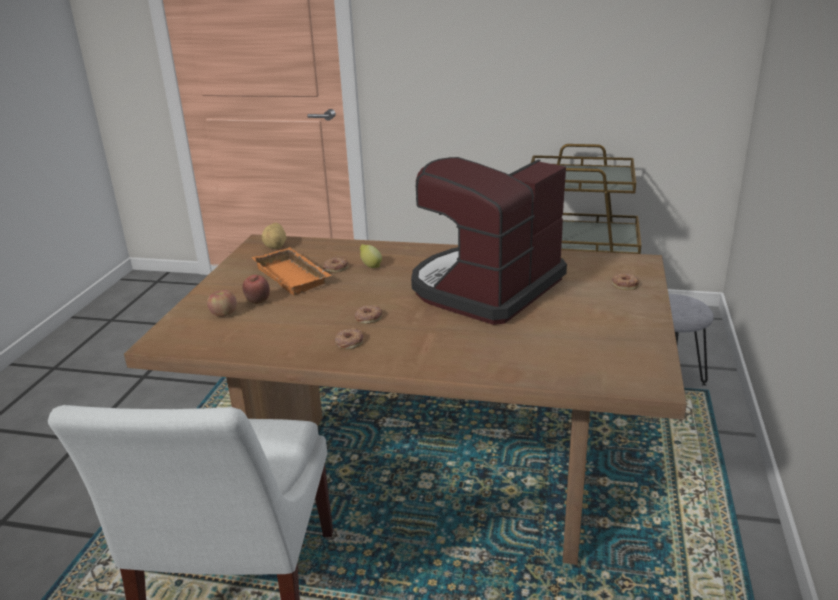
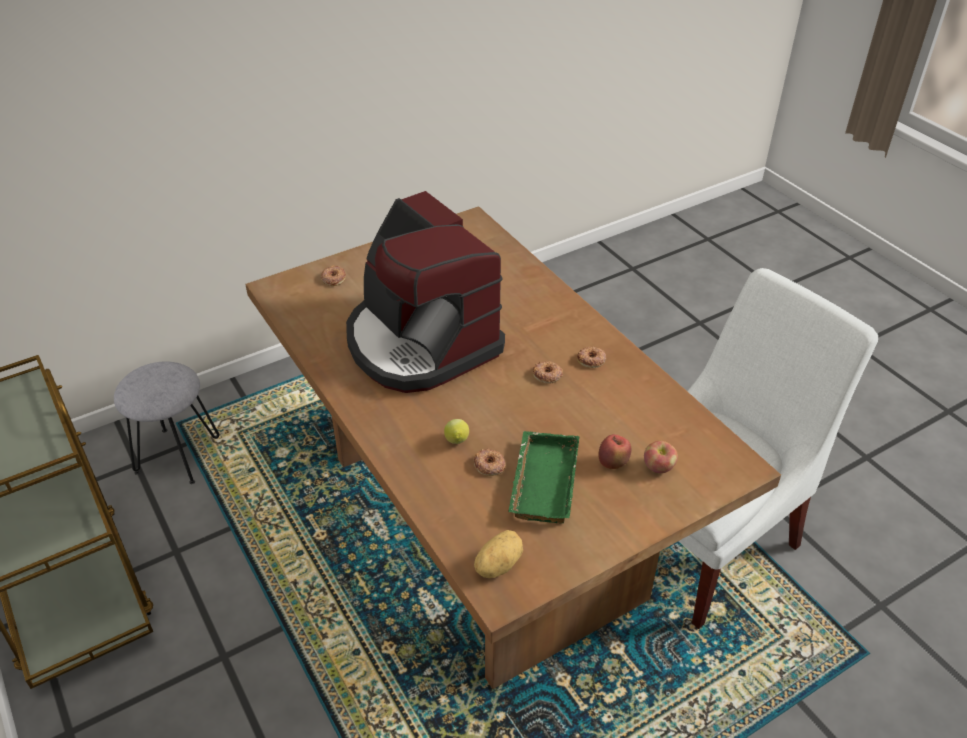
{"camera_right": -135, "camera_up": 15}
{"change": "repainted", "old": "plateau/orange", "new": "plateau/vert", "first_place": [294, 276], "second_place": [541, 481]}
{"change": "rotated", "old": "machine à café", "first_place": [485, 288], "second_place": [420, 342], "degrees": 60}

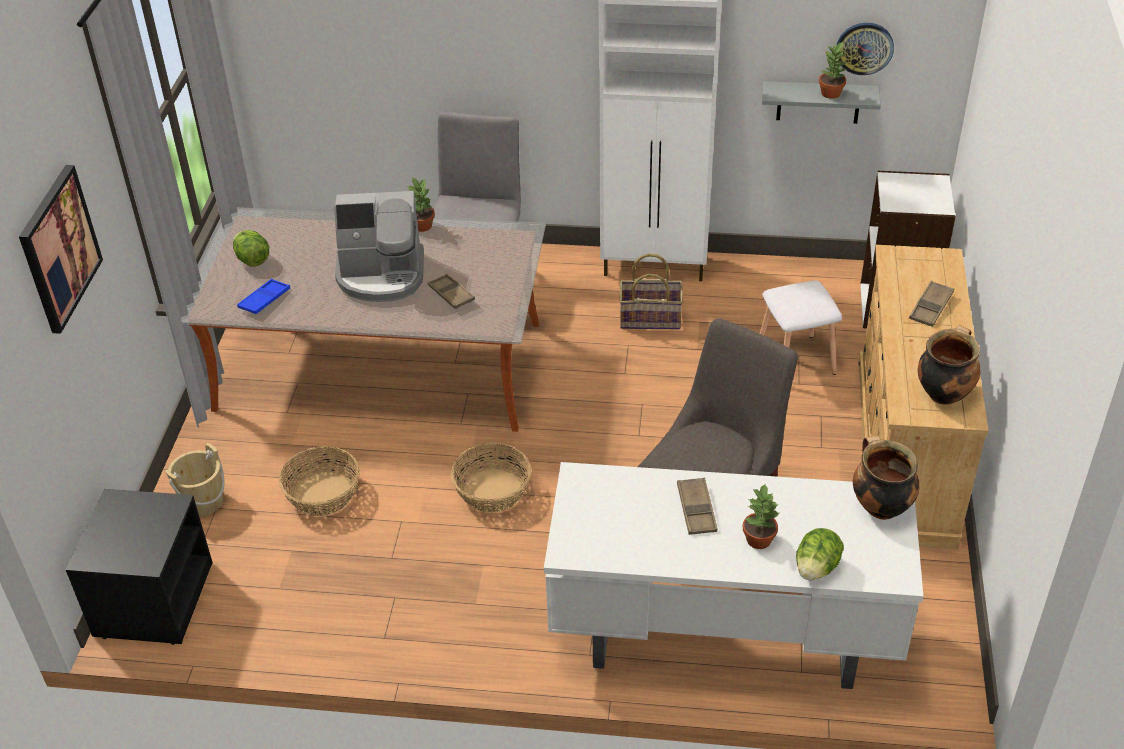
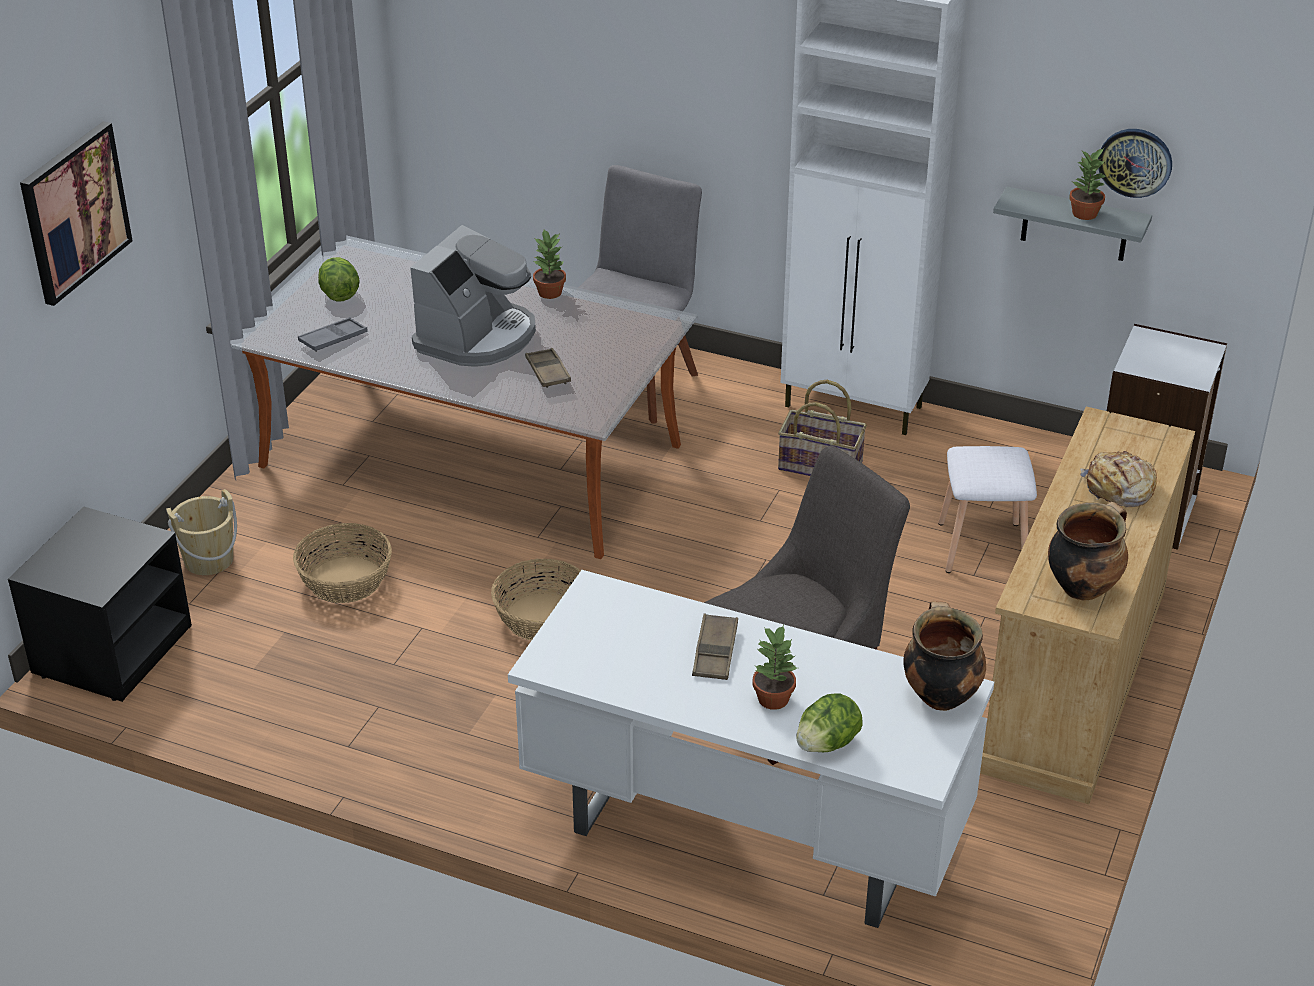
{"camera_right": 15, "camera_up": -5}
{"change": "repainted", "old": "plateau/bleu", "new": "plateau/gris", "first_place": [264, 300], "second_place": [333, 339]}
{"change": "rotated", "old": "machine à café", "first_place": [381, 275], "second_place": [477, 337], "degrees": -75}
{"change": "swapped", "old": "plateau/marron", "new": "pain", "first_place": [931, 307], "second_place": [1118, 489]}

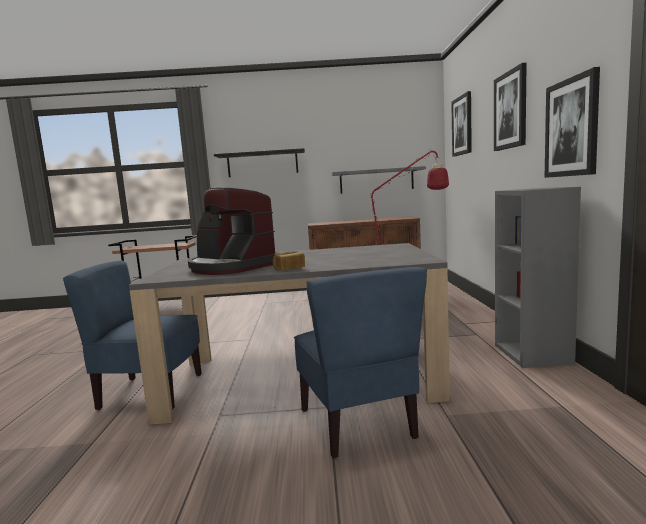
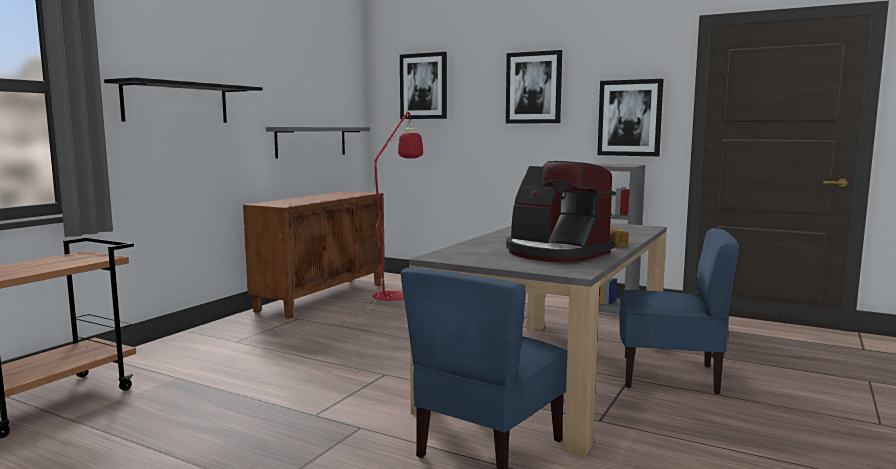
{"camera_right": -60, "camera_up": 0}
{"change": "rotated", "old": "machine à café", "first_place": [231, 267], "second_place": [555, 253], "degrees": 60}

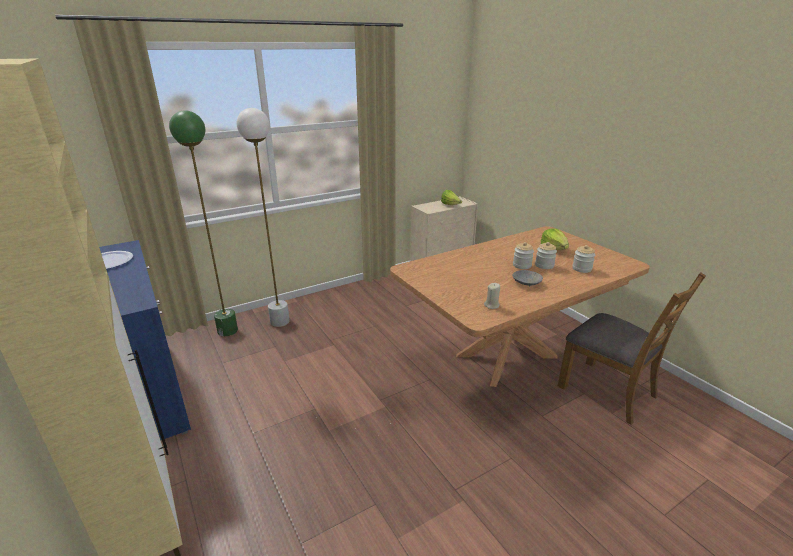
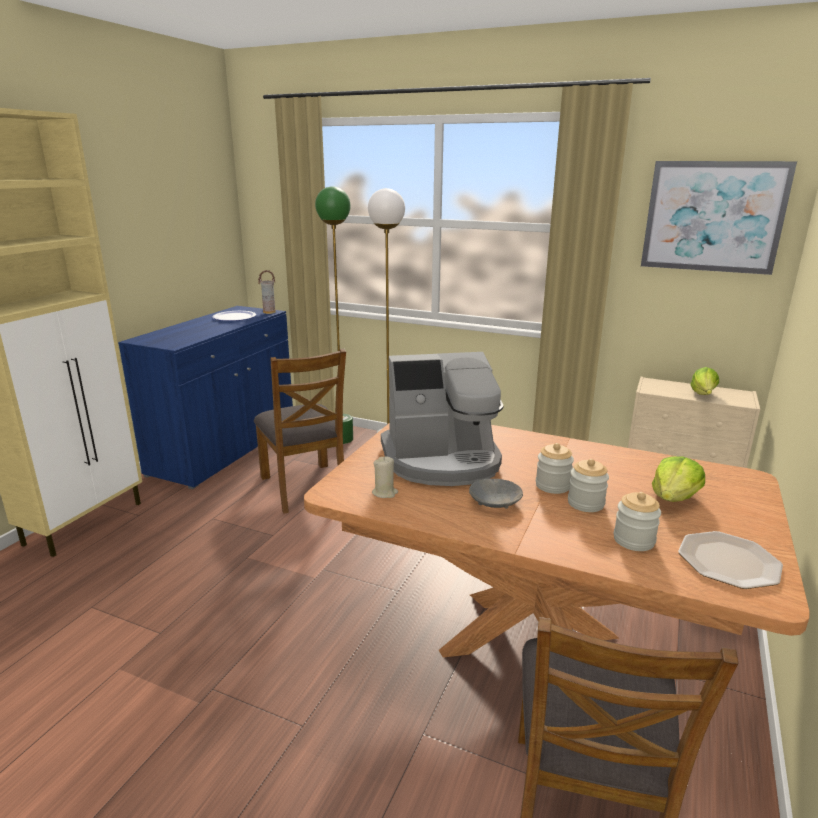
{"camera_right": 55, "camera_up": -5}
{"change": "new", "new": "chaise/marron", "second_place": [305, 487]}
{"change": "new", "new": "vase", "second_place": [269, 312]}
{"change": "new", "new": "machine à café", "second_place": [442, 460]}
{"change": "new", "new": "tableau", "second_place": [713, 217]}
{"change": "new", "new": "assiette", "second_place": [727, 561]}

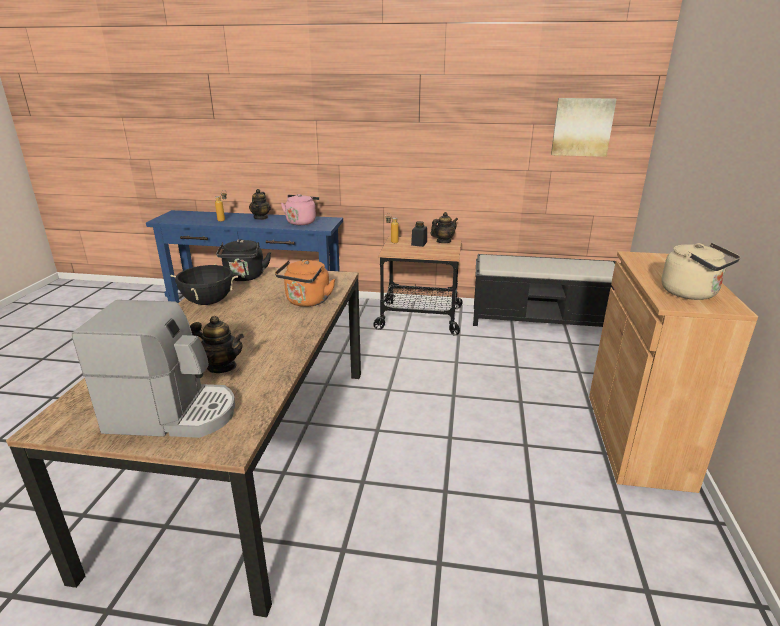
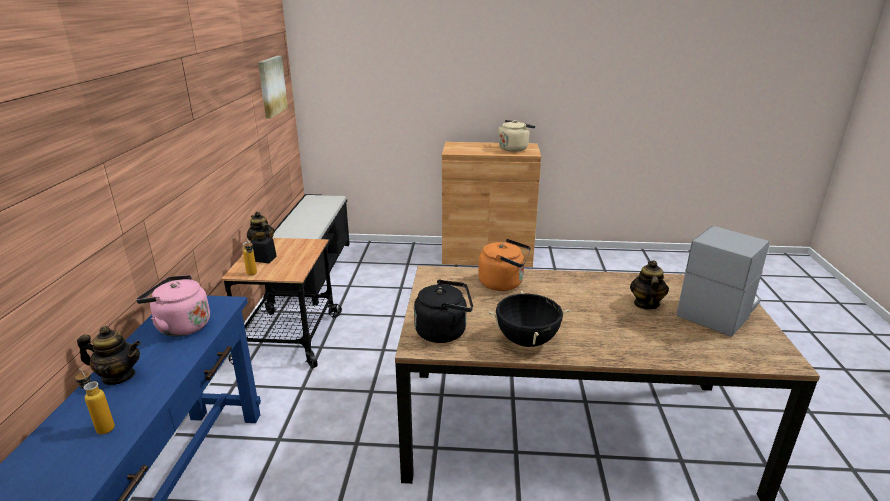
{"camera_right": -95, "camera_up": 0}
{"change": "rotated", "old": "machine à café", "first_place": [173, 414], "second_place": [719, 309], "degrees": 45}

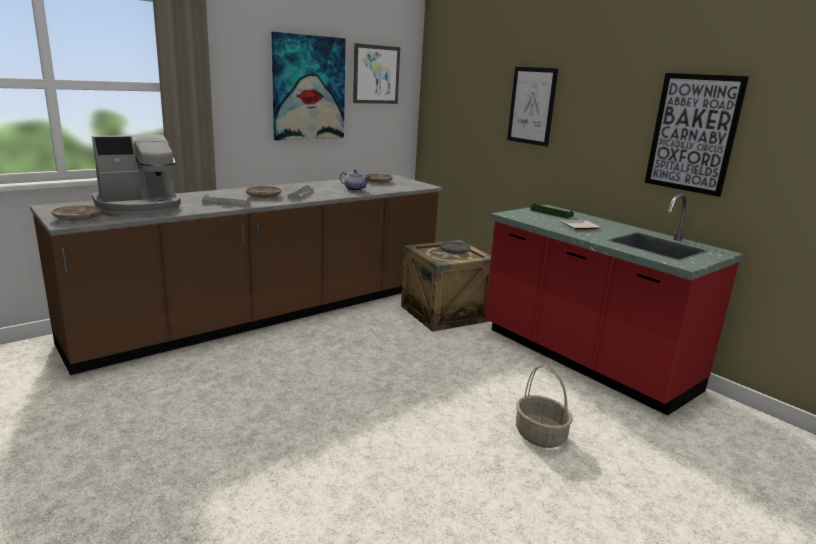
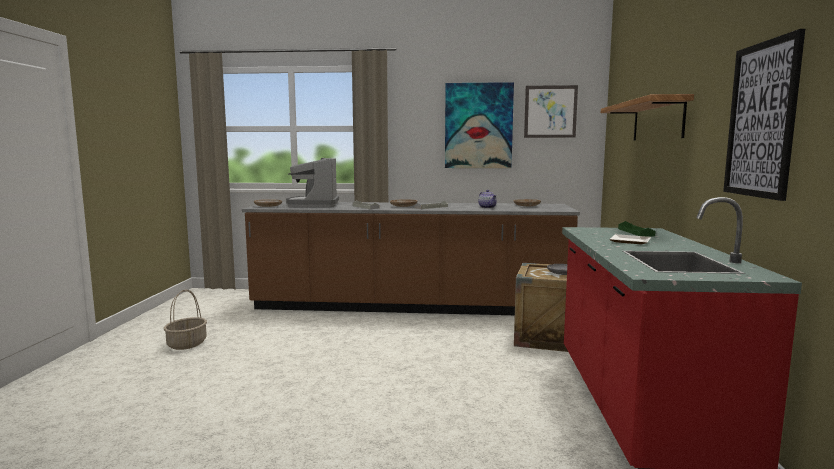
{"camera_right": 45, "camera_up": -10}
{"change": "rotated", "old": "machine à café", "first_place": [139, 206], "second_place": [314, 205], "degrees": 75}
{"change": "swapped", "old": "tableau", "new": "étagère", "first_place": [532, 106], "second_place": [657, 120]}
{"change": "shifted", "old": "panier", "first_place": [540, 435], "second_place": [187, 344]}

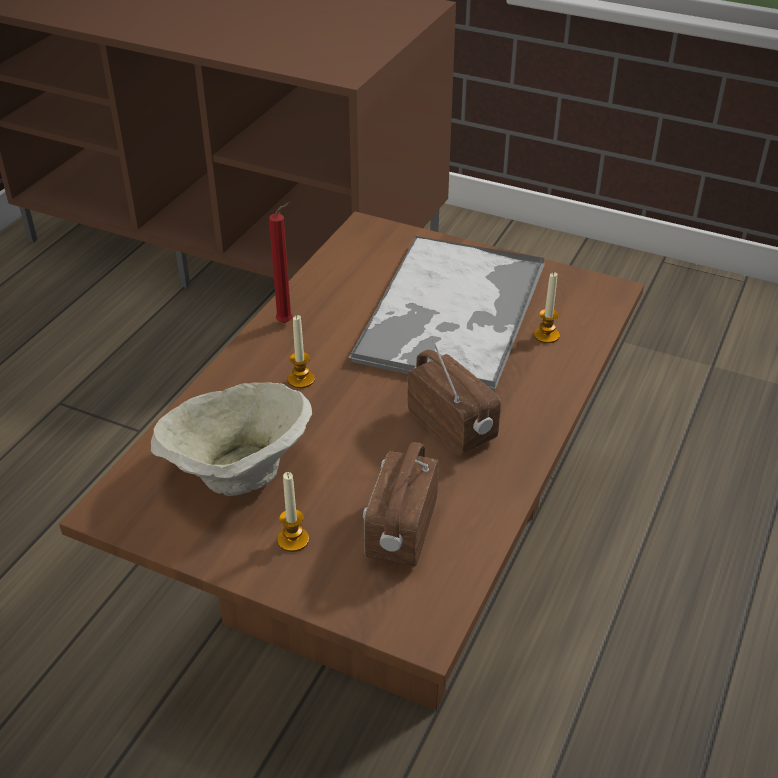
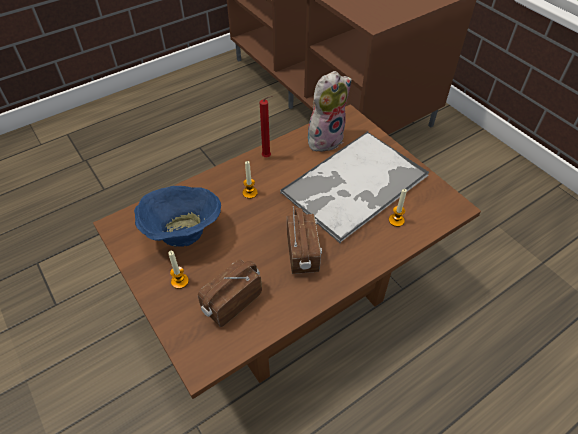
{"camera_right": 30, "camera_up": 10}
{"change": "repainted", "old": "bol/beige", "new": "bol/bleu", "first_place": [237, 473], "second_place": [182, 232]}
{"change": "new", "new": "peluche", "second_place": [325, 138]}

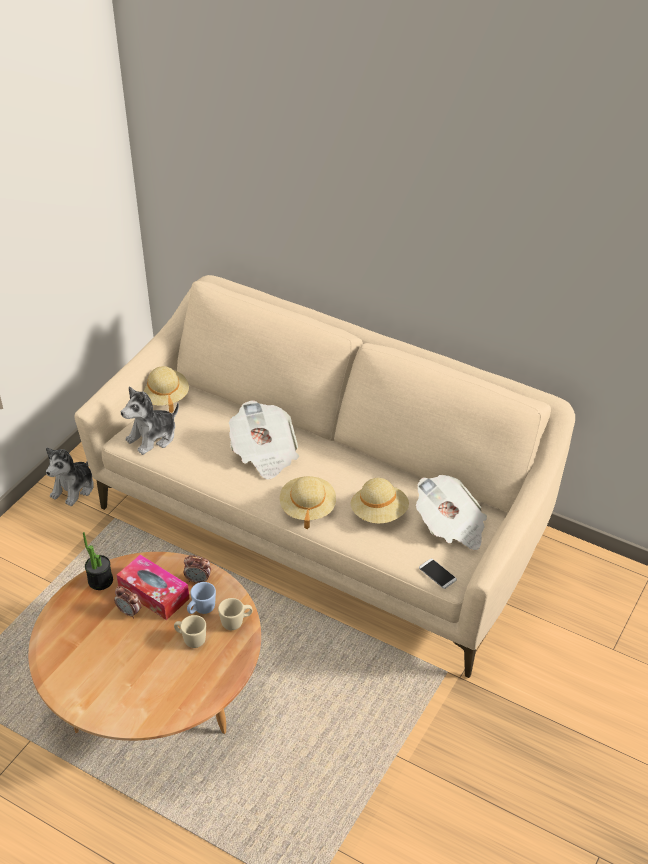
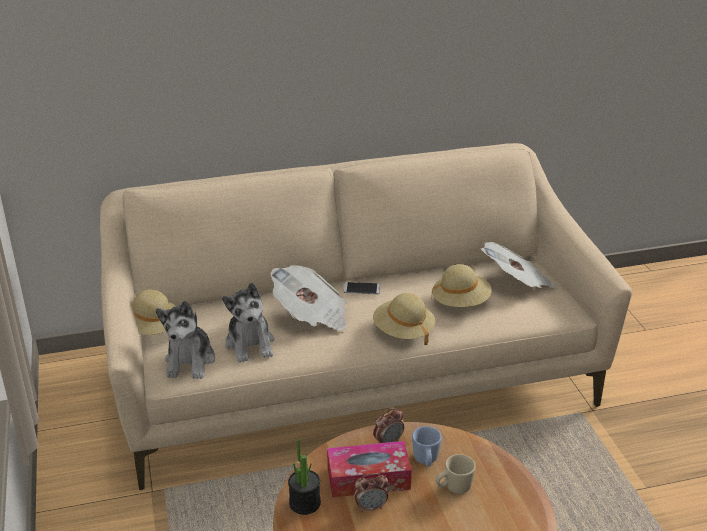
{"camera_right": -45, "camera_up": -10}
{"change": "shifted", "old": "peluche", "first_place": [74, 488], "second_place": [250, 344]}
{"change": "gone", "old": "mug/beige", "first_place": [236, 622]}
{"change": "shifted", "old": "téléphone", "first_place": [437, 574], "second_place": [362, 289]}

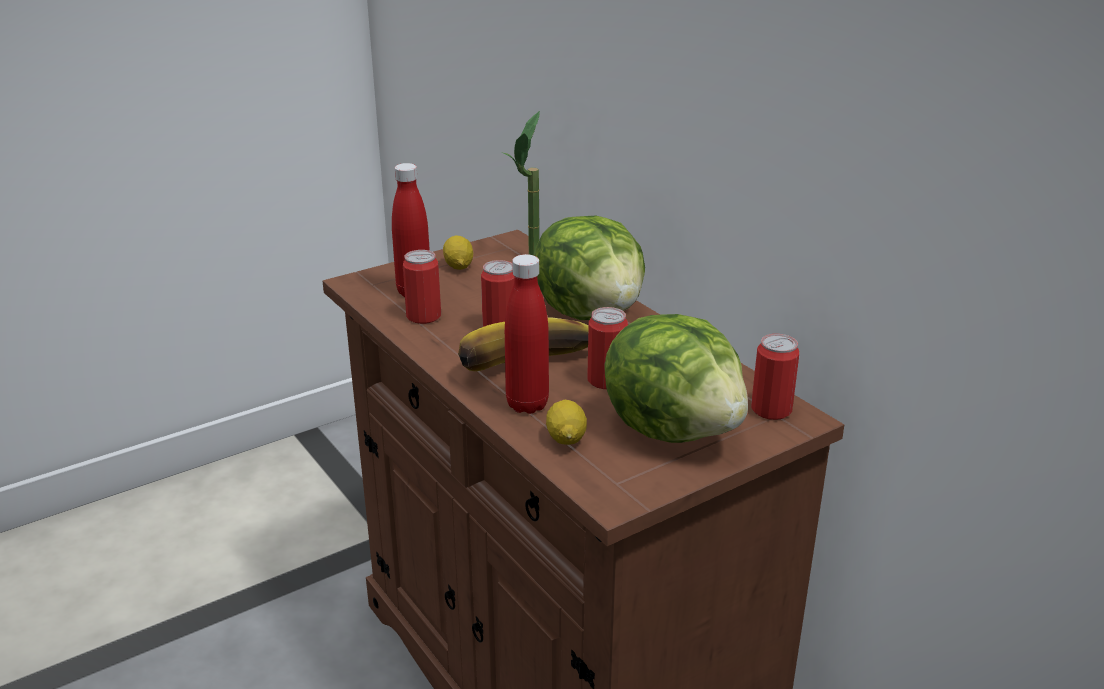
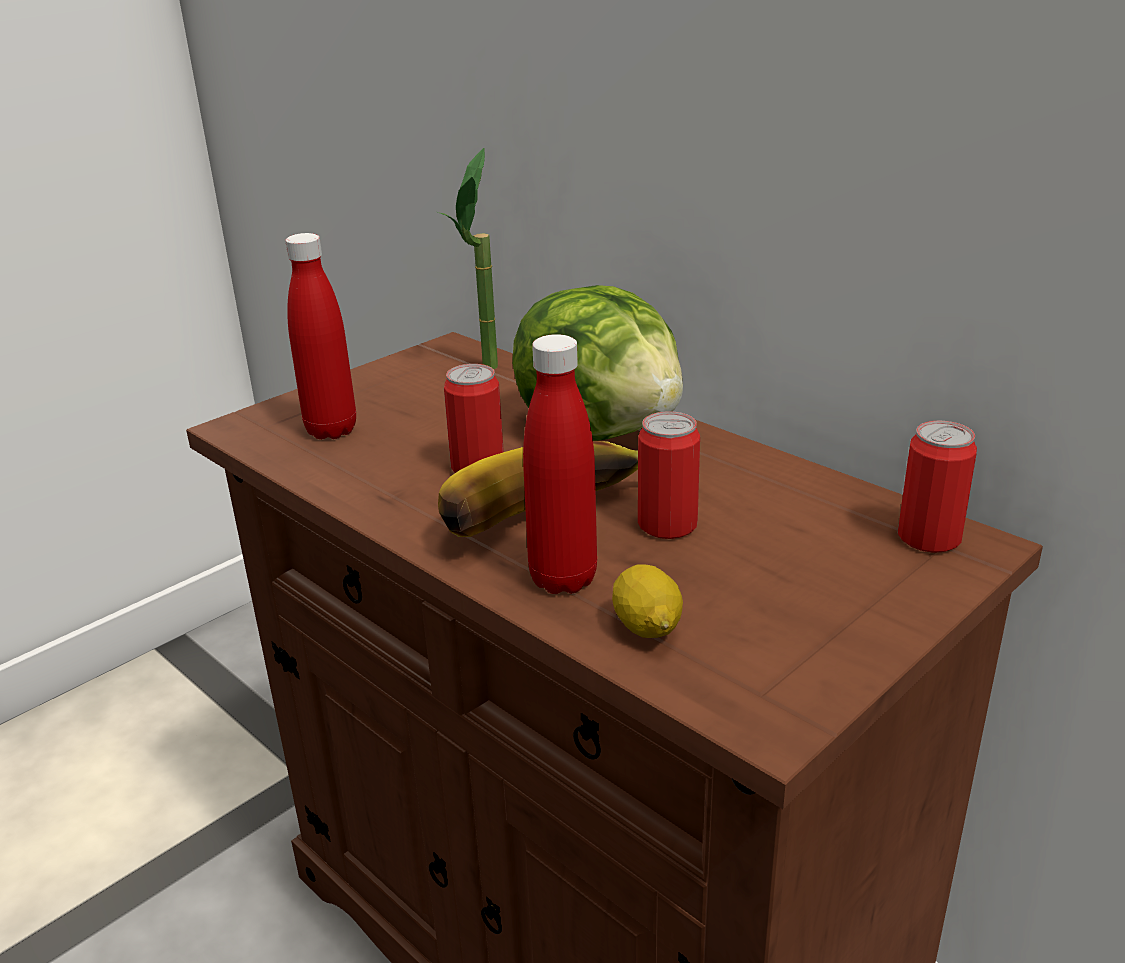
{"camera_right": -10, "camera_up": 0}
{"change": "gone", "old": "boîte métallique", "first_place": [423, 316]}
{"change": "gone", "old": "citron", "first_place": [458, 265]}
{"change": "gone", "old": "laitue", "first_place": [674, 428]}

